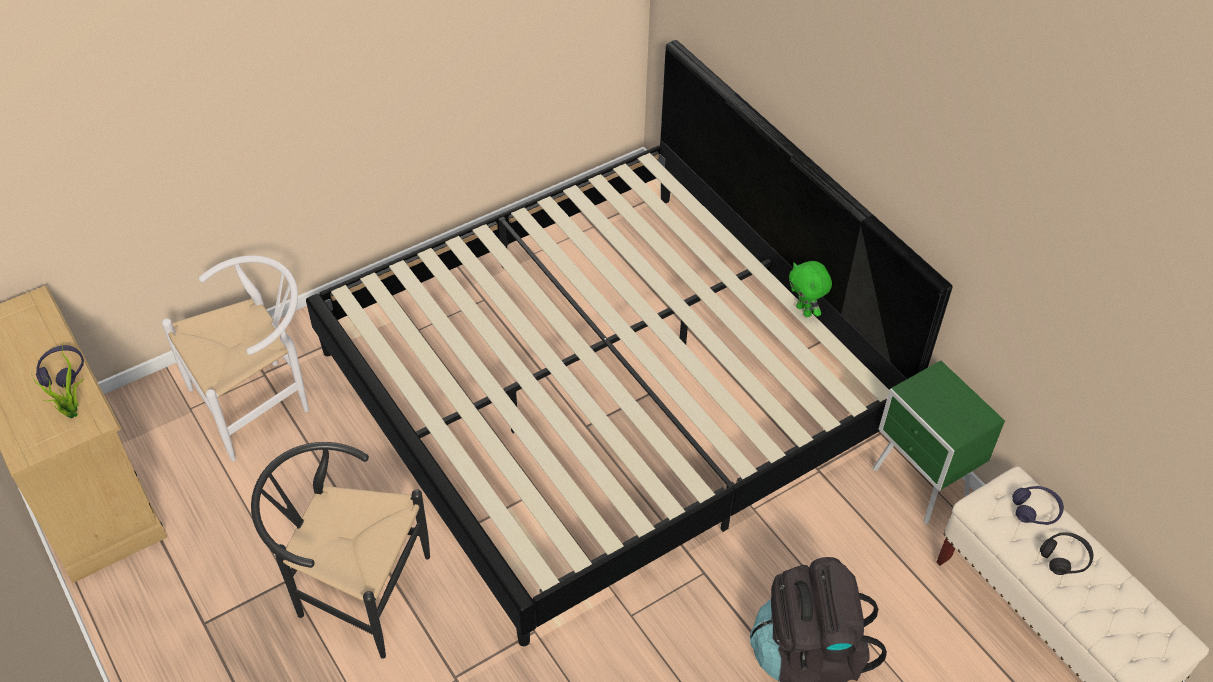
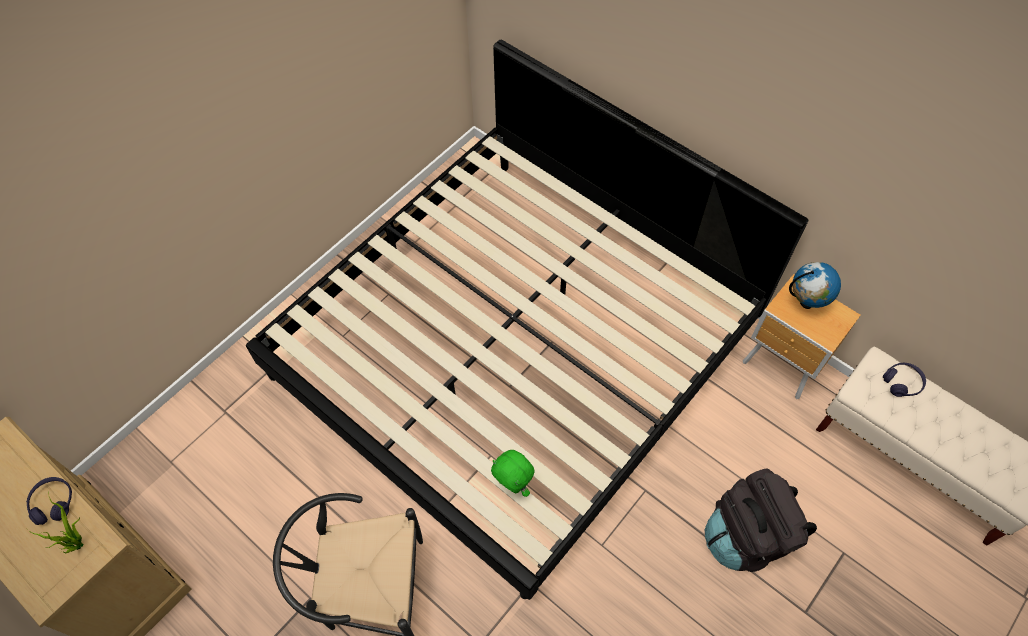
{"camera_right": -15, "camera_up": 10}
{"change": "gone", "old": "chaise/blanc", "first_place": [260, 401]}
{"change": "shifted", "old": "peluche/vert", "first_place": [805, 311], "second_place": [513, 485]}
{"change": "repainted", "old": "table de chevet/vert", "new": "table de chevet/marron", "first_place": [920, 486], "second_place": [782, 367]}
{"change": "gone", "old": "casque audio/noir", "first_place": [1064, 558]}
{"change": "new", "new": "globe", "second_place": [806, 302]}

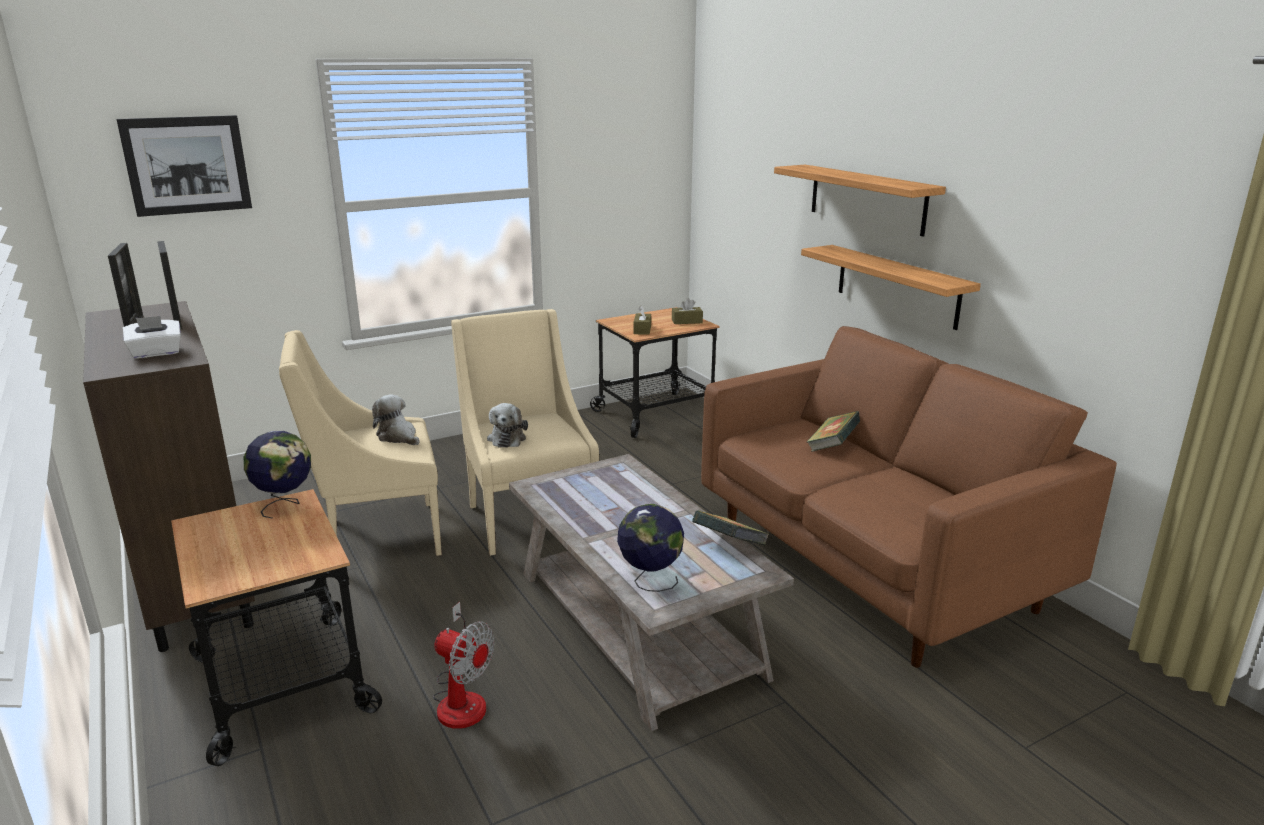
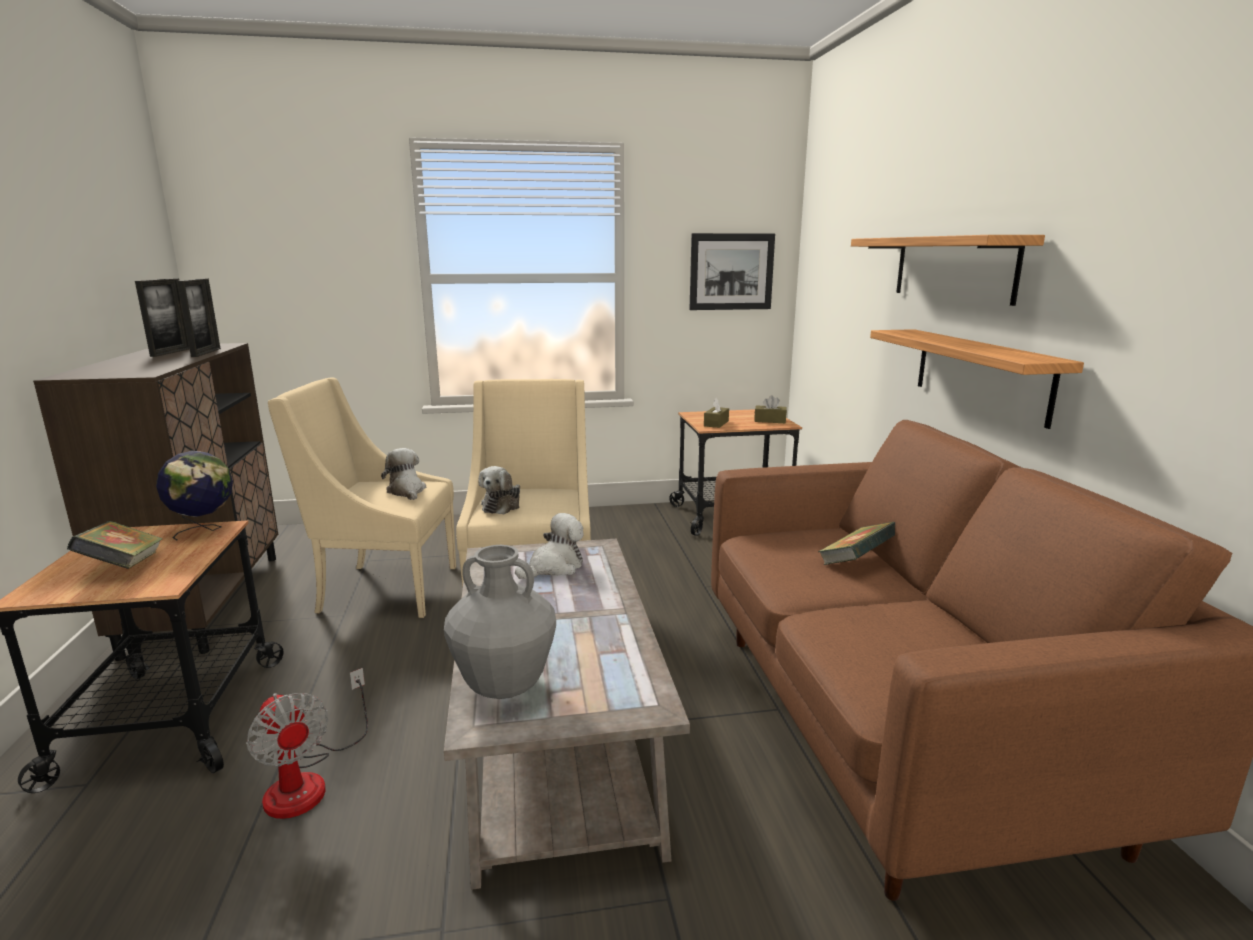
{"camera_right": 20, "camera_up": -5}
{"change": "shifted", "old": "tableau", "first_place": [187, 165], "second_place": [731, 272]}
{"change": "gone", "old": "boîte à mouchoirs/blanc", "first_place": [156, 353]}
{"change": "swapped", "old": "globe", "new": "vase/gris", "first_place": [650, 581], "second_place": [503, 687]}
{"change": "shifted", "old": "livre", "first_place": [729, 546], "second_place": [123, 567]}
{"change": "new", "new": "peluche", "second_place": [554, 567]}

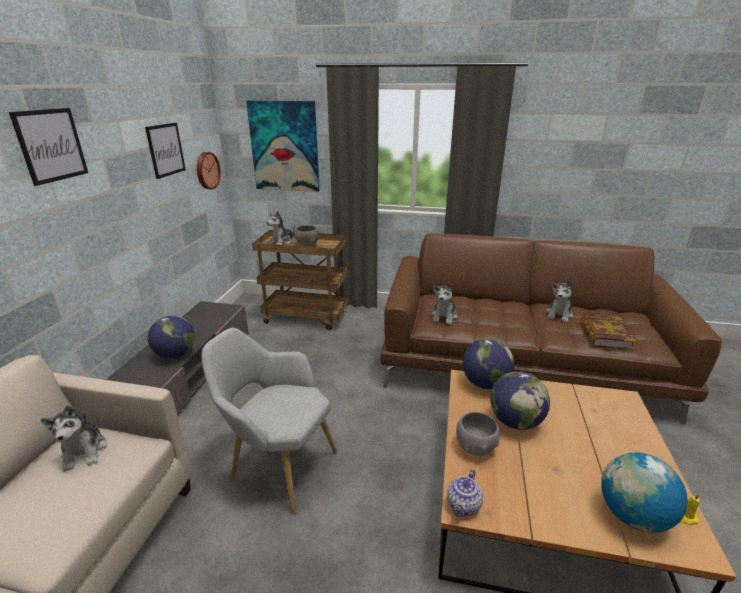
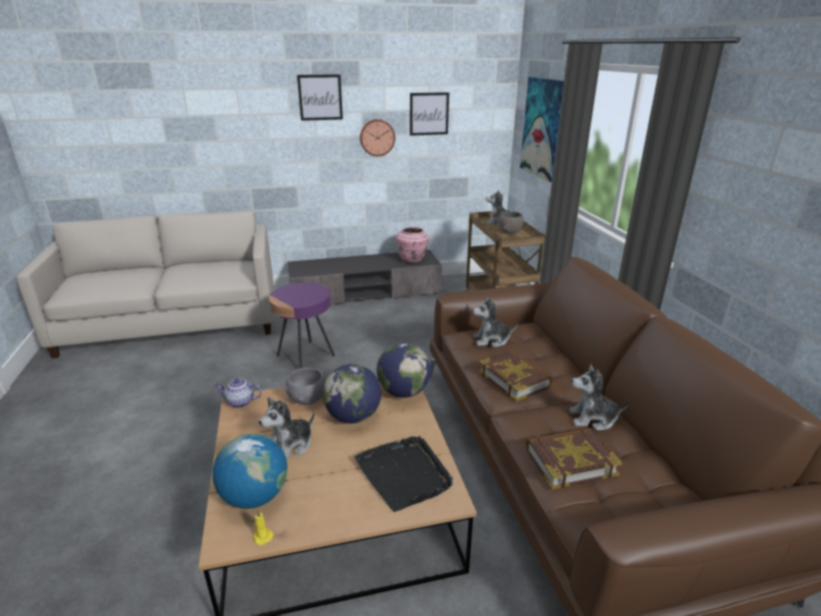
{"camera_right": 65, "camera_up": 0}
{"change": "shifted", "old": "peluche", "first_place": [84, 451], "second_place": [290, 445]}
{"change": "gone", "old": "globe", "first_place": [175, 354]}
{"change": "shifted", "old": "horloge murale", "first_place": [207, 170], "second_place": [377, 137]}
{"change": "swapped", "old": "fauteuil/gris", "new": "table d'appoint/violet", "first_place": [278, 465], "second_place": [305, 356]}
{"change": "new", "new": "plateau/noir", "second_place": [404, 474]}
{"change": "new", "new": "vase/rose", "second_place": [412, 259]}
{"change": "new", "new": "livre", "second_place": [514, 379]}

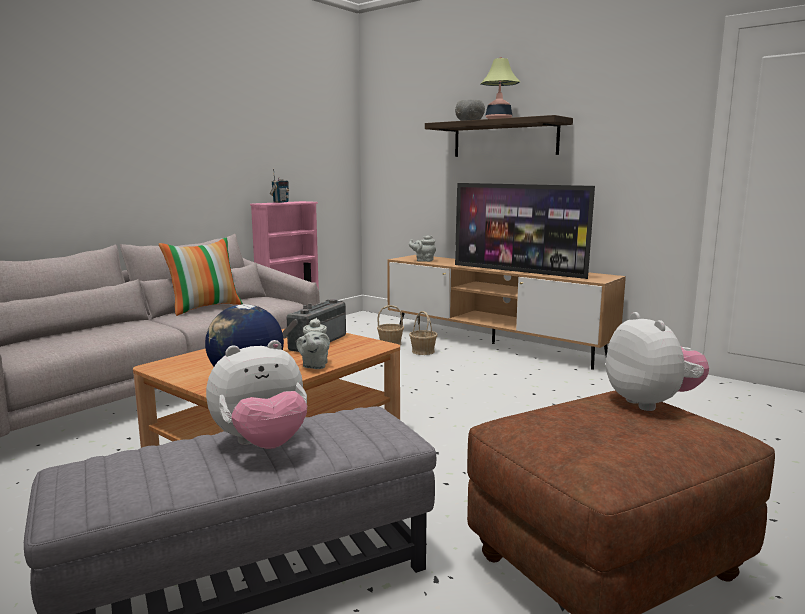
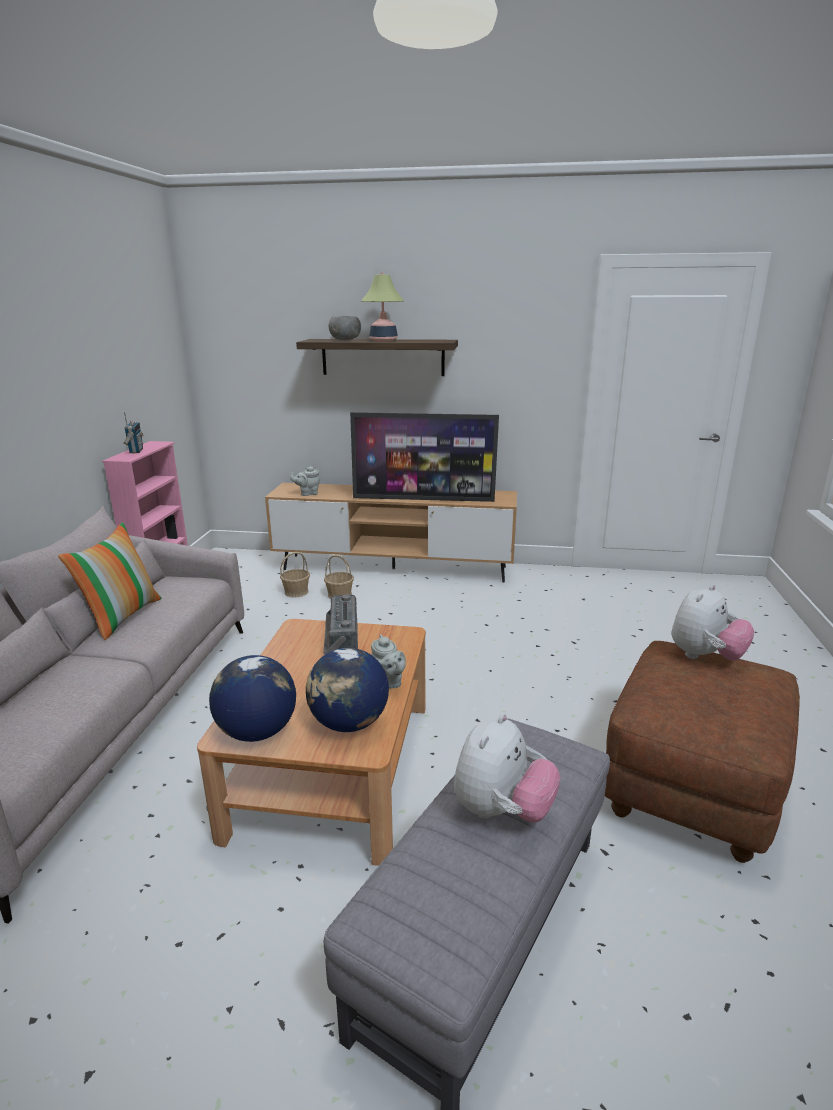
{"camera_right": -30, "camera_up": 10}
{"change": "rotated", "old": "peluche", "first_place": [651, 403], "second_place": [705, 656], "degrees": 90}
{"change": "new", "new": "globe", "second_place": [257, 732]}

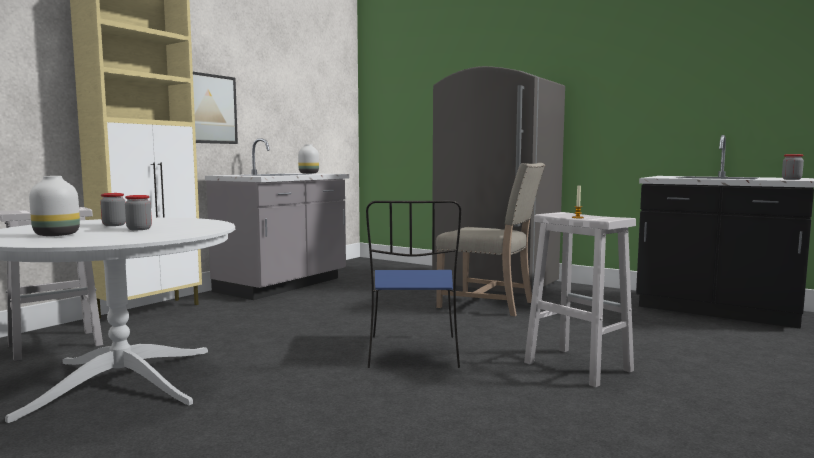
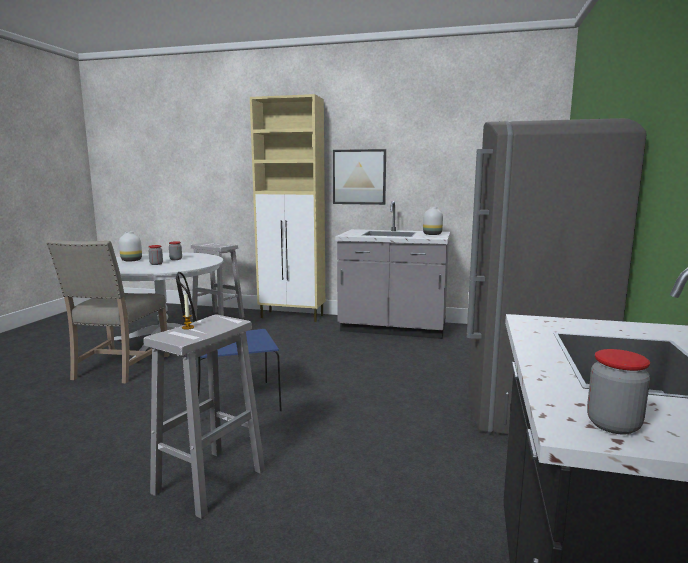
{"camera_right": 70, "camera_up": 5}
{"change": "shifted", "old": "chaise/beige", "first_place": [489, 304], "second_place": [118, 368]}

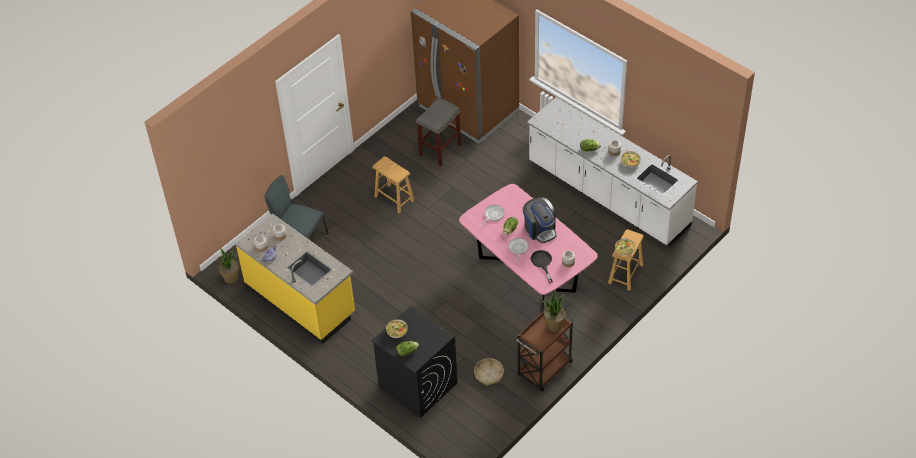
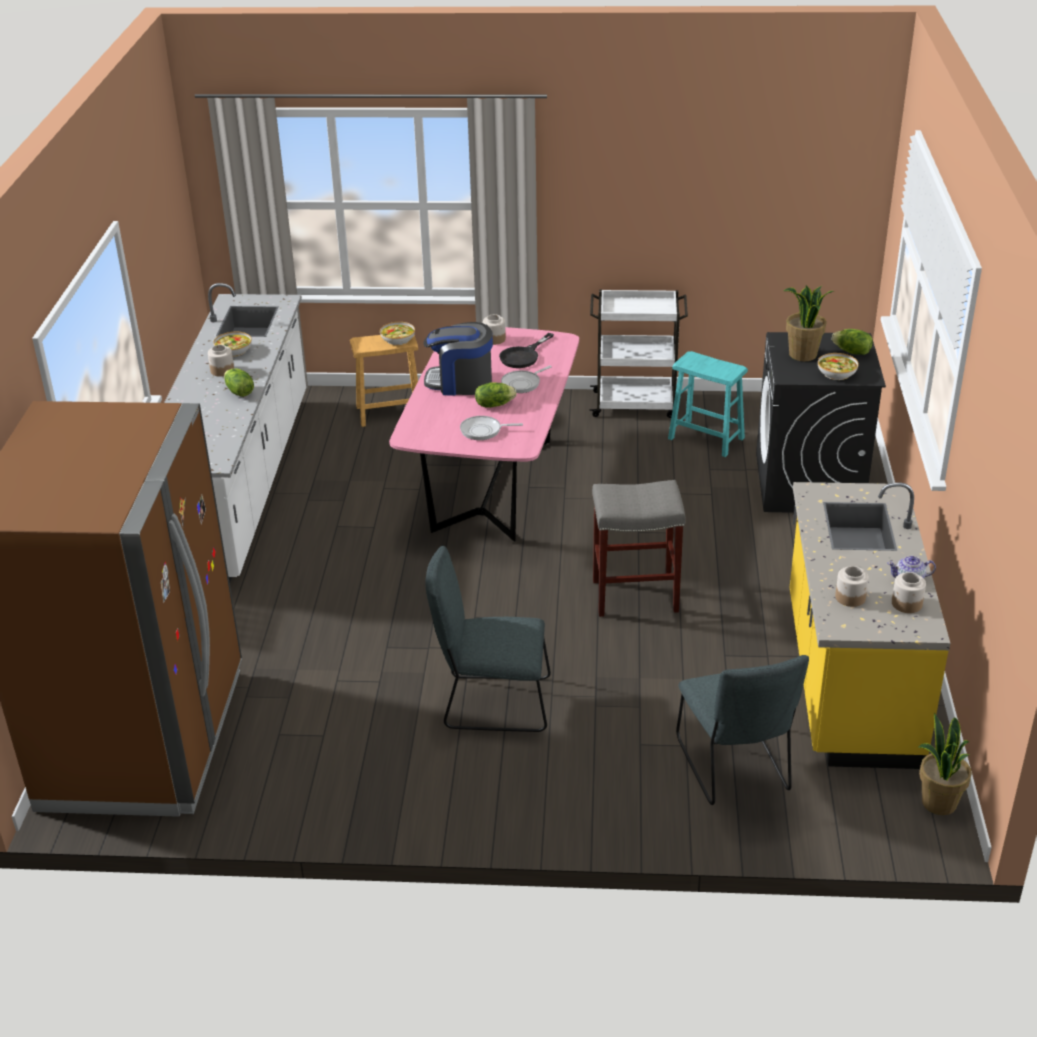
{"camera_right": -130, "camera_up": -15}
{"change": "swapped", "old": "tabouret/marron", "new": "chaise/gris", "first_place": [394, 198], "second_place": [491, 703]}
{"change": "shifted", "old": "tabouret/gris", "first_place": [440, 150], "second_place": [636, 595]}
{"change": "swapped", "old": "panier", "new": "tabouret/turquoise", "first_place": [489, 375], "second_place": [706, 438]}
{"change": "repainted", "old": "chariot/marron", "new": "chariot/blanc", "first_place": [544, 369], "second_place": [636, 404]}
{"change": "rotated", "old": "machine à café", "first_place": [540, 229], "second_place": [460, 382], "degrees": -105}
{"change": "shifted", "old": "plante en pot", "first_place": [554, 325], "second_place": [803, 355]}

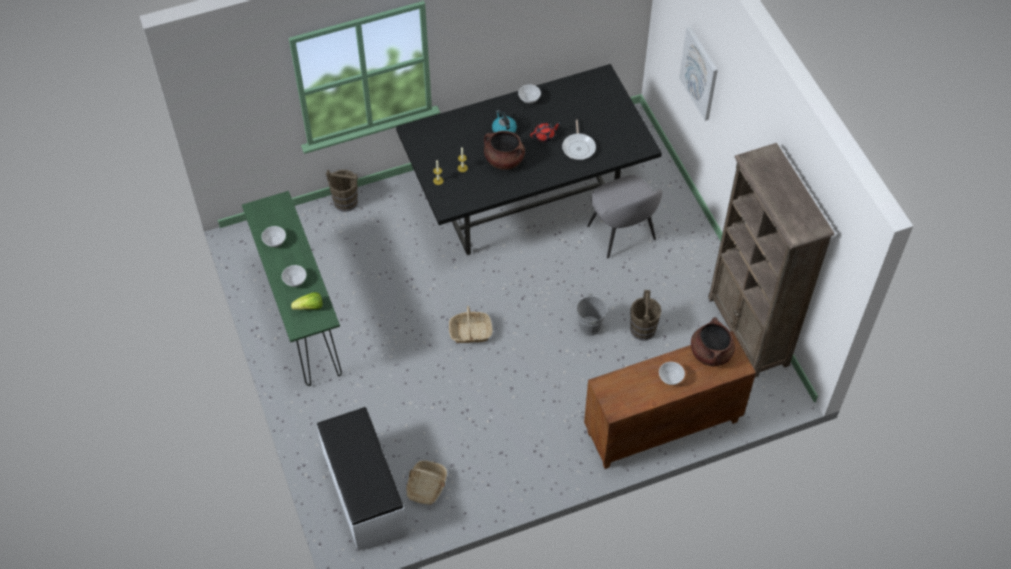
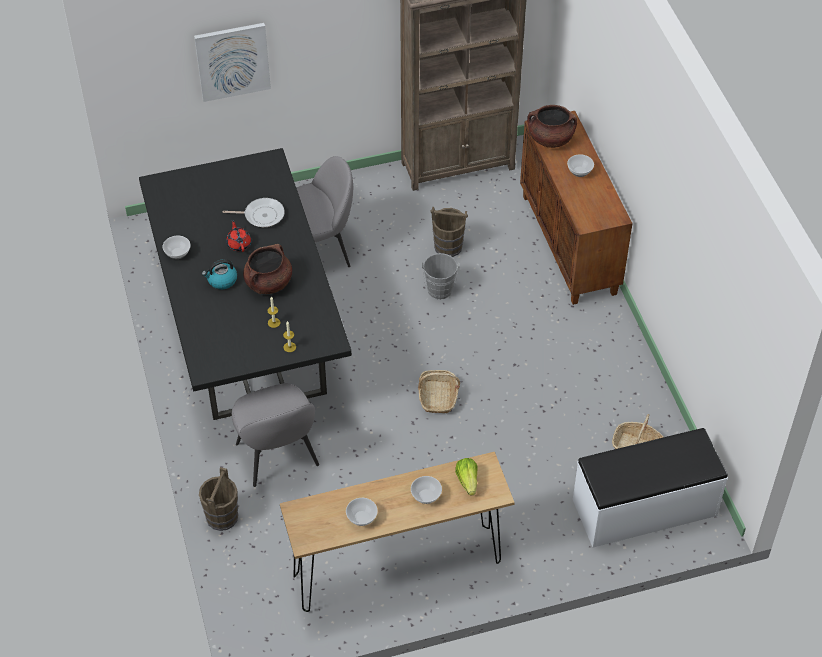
{"camera_right": -85, "camera_up": -5}
{"change": "repainted", "old": "table console/vert", "new": "table console/marron", "first_place": [301, 317], "second_place": [397, 569]}
{"change": "new", "new": "chaise/gris", "second_place": [278, 456]}

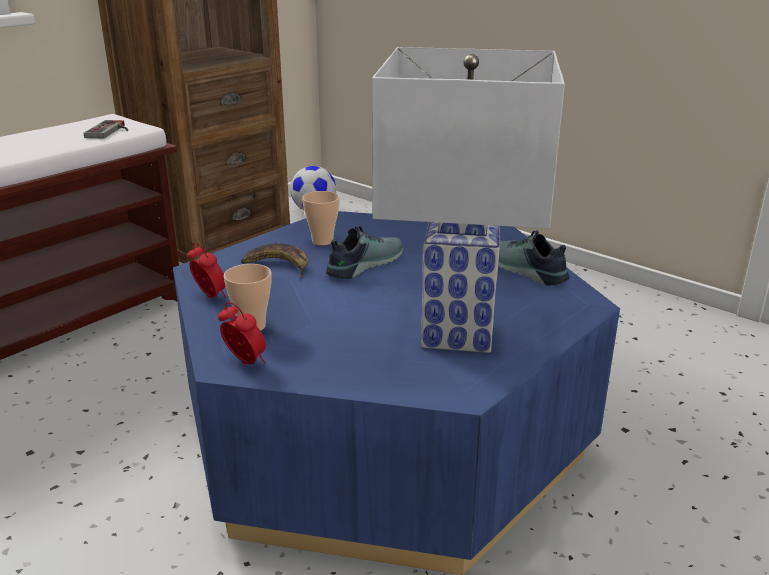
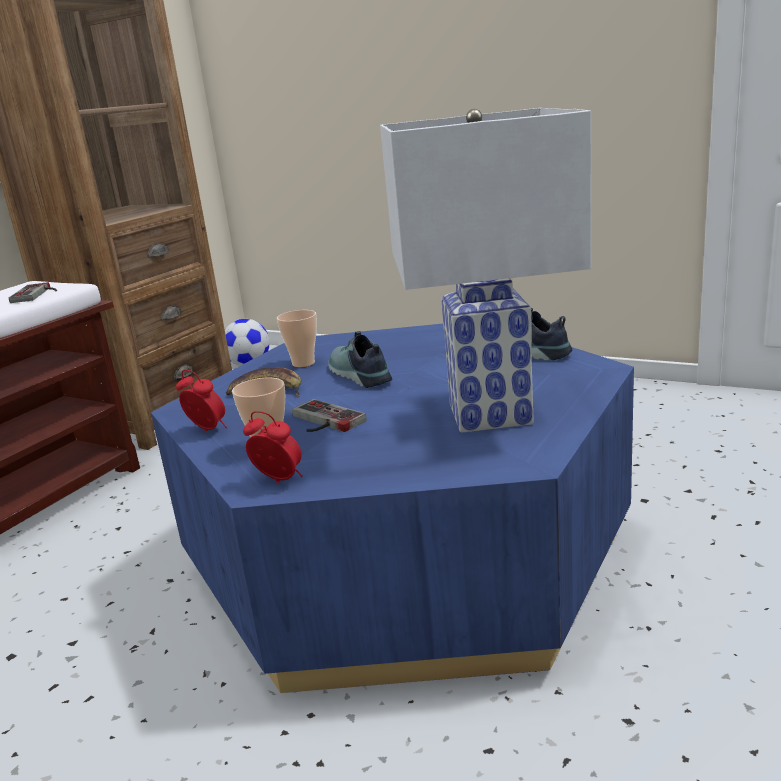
{"camera_right": -10, "camera_up": -5}
{"change": "rotated", "old": "chaussure", "first_place": [363, 264], "second_place": [357, 375], "degrees": -60}
{"change": "new", "new": "manette", "second_place": [322, 421]}

